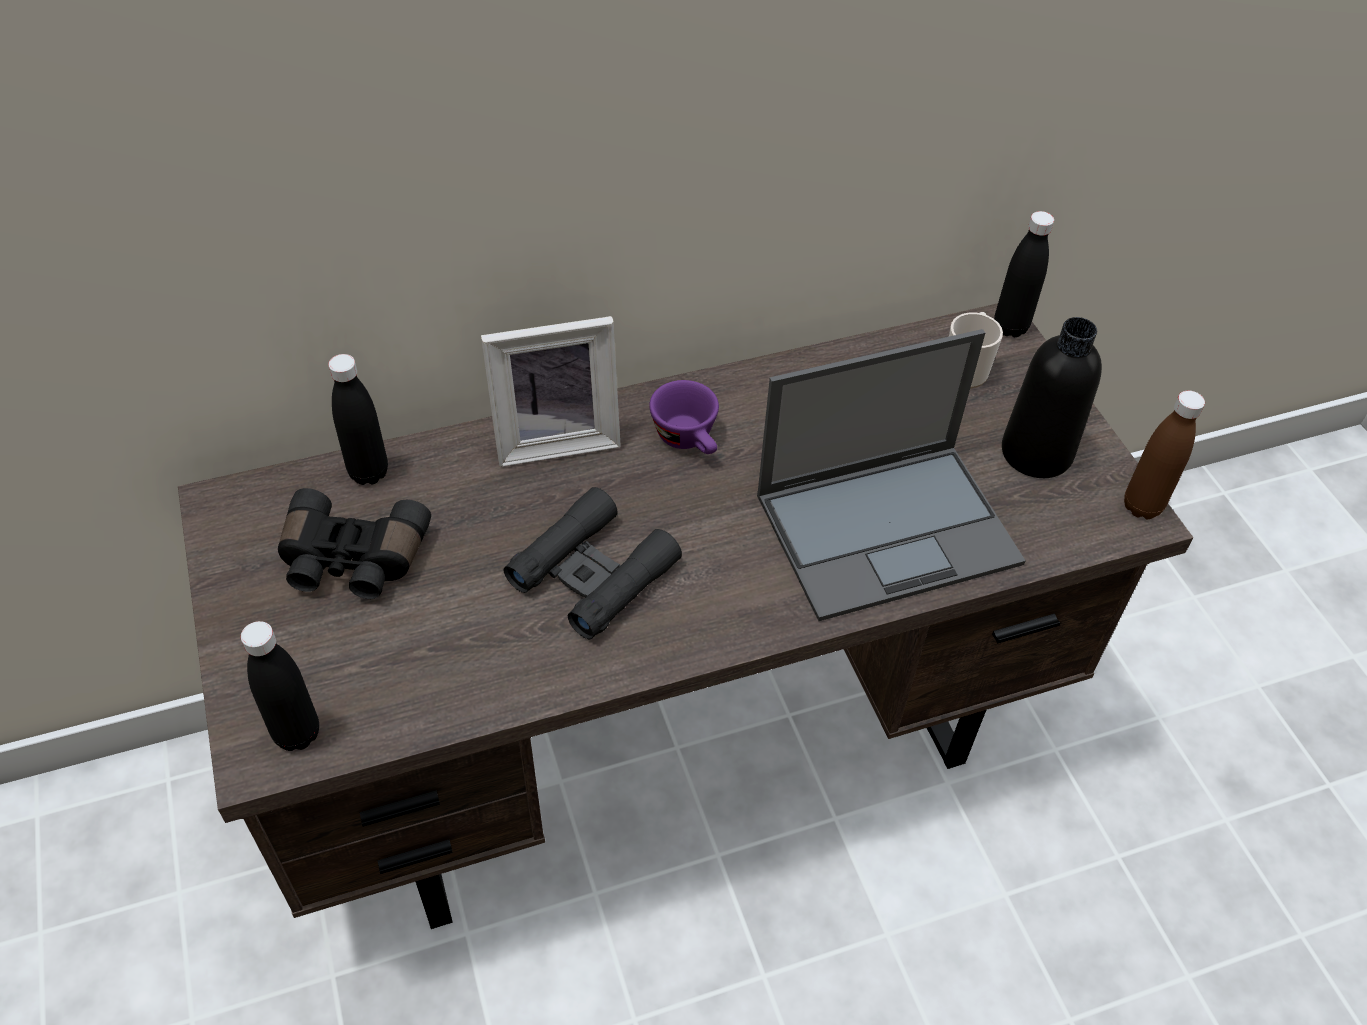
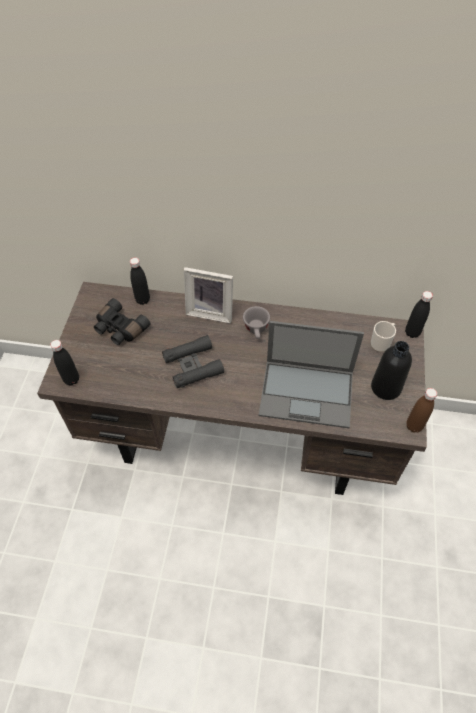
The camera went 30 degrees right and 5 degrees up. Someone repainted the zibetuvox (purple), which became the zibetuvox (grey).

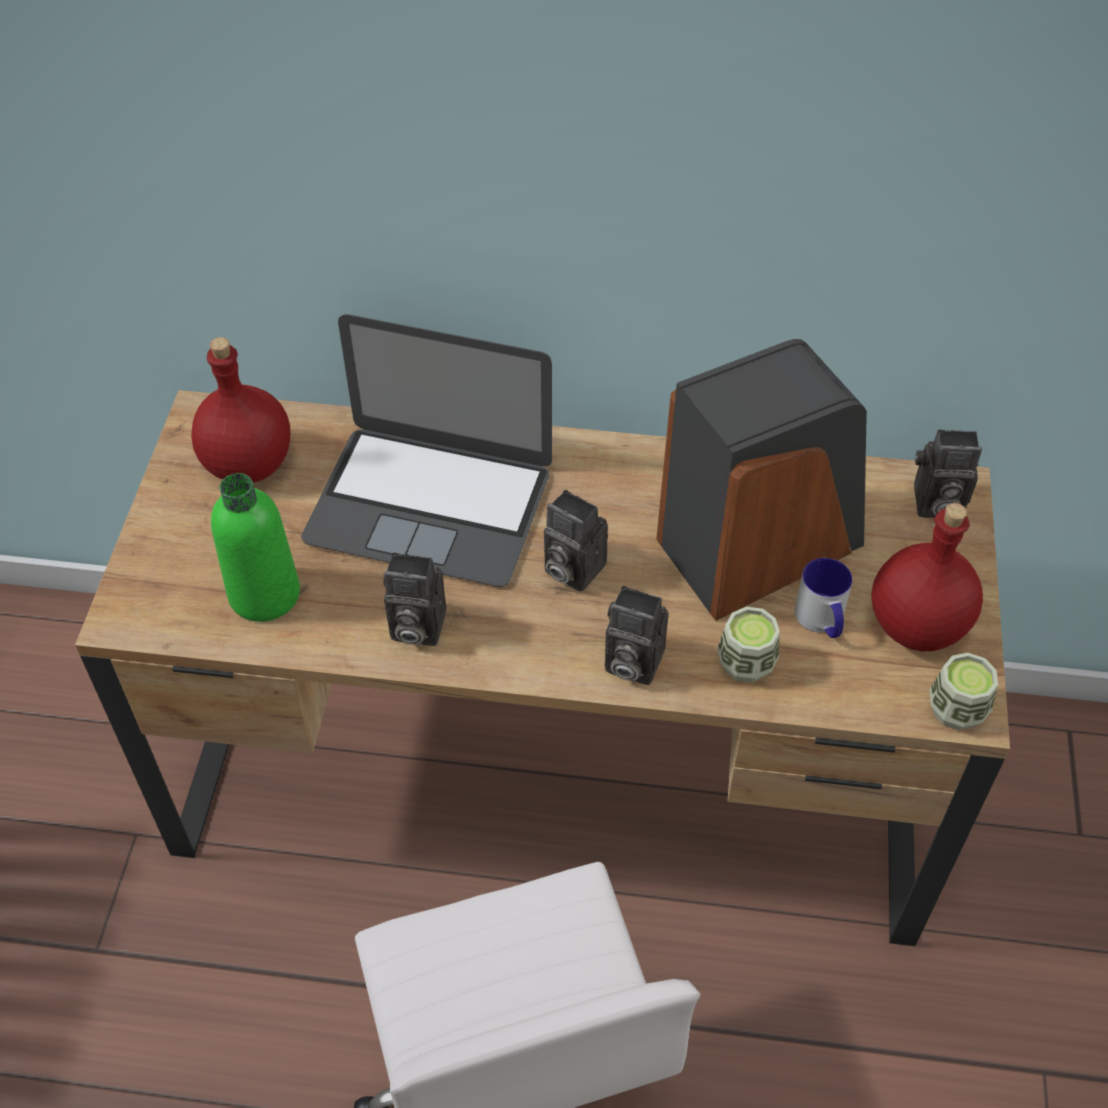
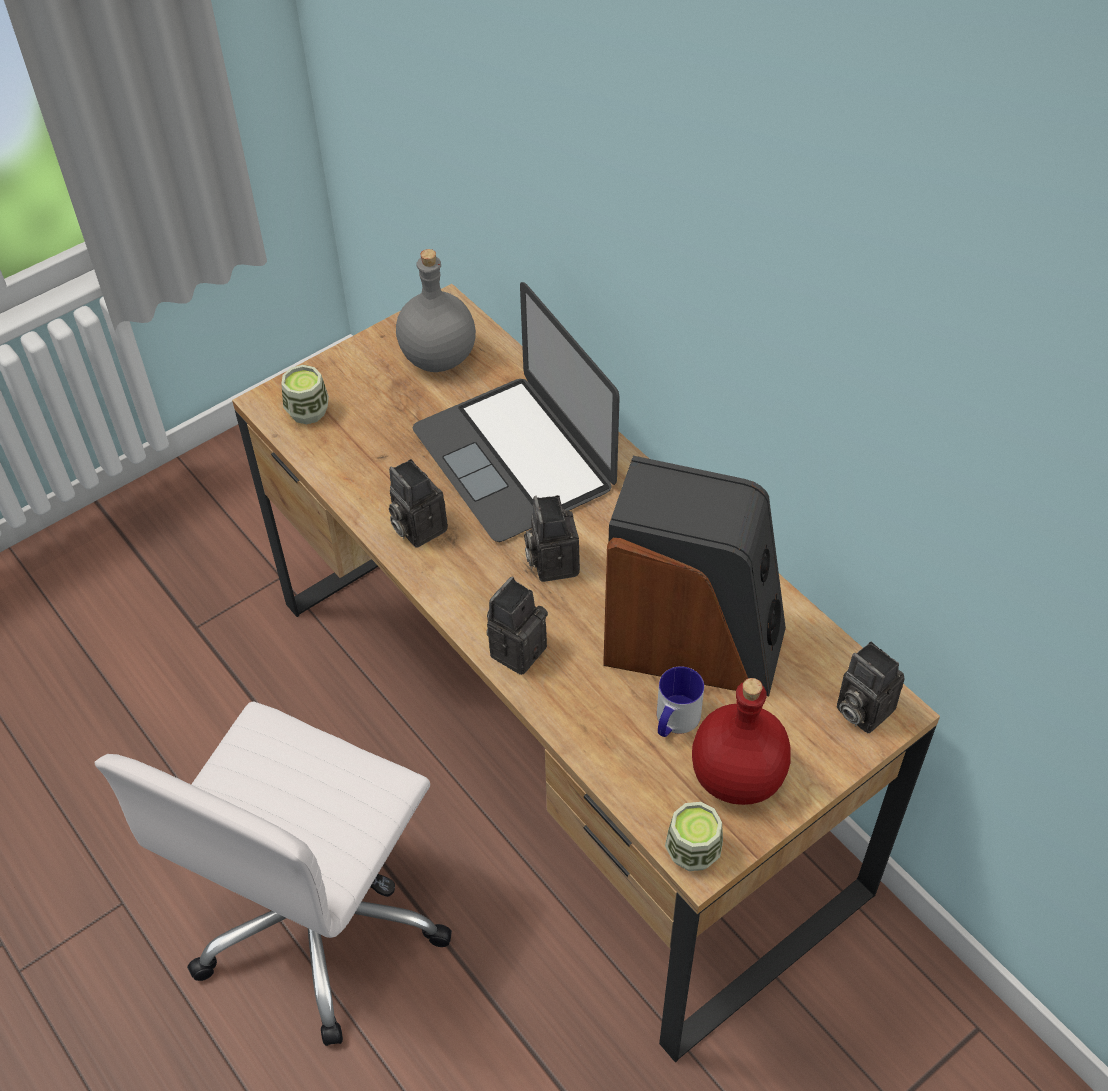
The camera went 45 degrees right and 0 degrees up. Someone took away the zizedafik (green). Someone carried the zibetuvox (1st from left). Someone repainted the zizedafik (red) (1st from left), which became the zizedafik (grey). Someone rotated the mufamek (3rd from left in the first image) by 60 degrees clockwise.

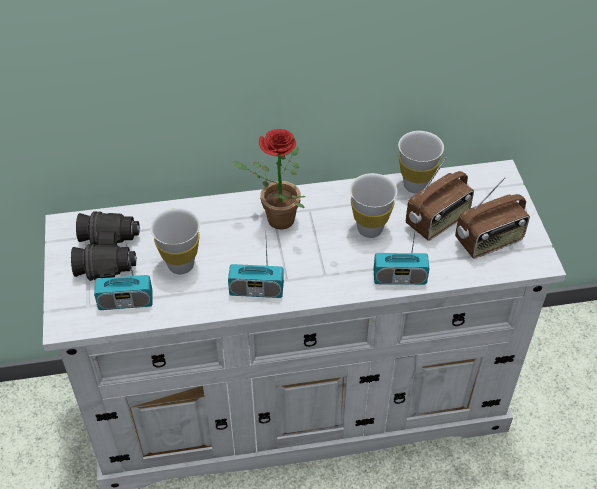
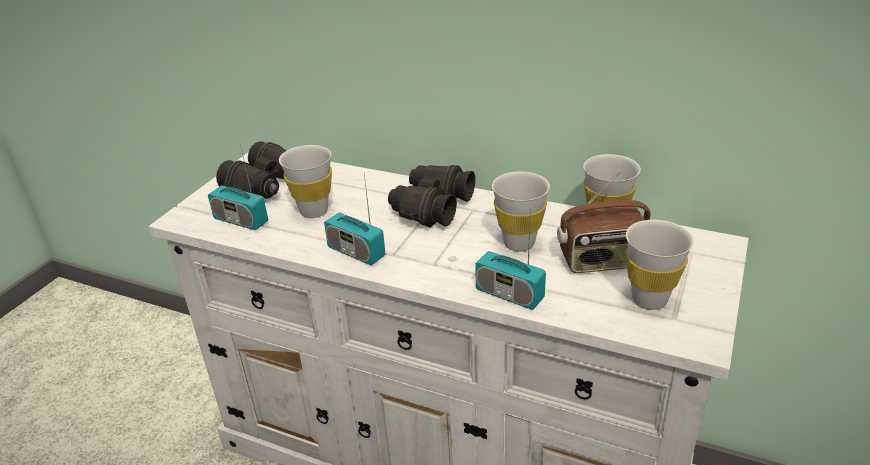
The camera went 35 degrees right and 15 degrees down. Someone swapped the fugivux for the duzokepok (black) (2nd from left). Someone swapped the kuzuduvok (5th from left) for the zibetuvox (white) (4th from left).

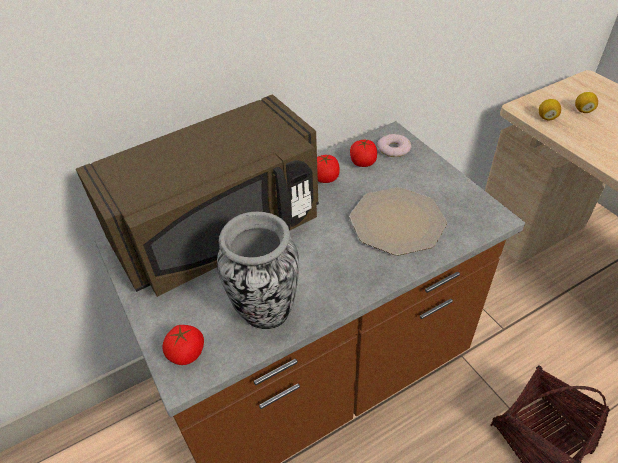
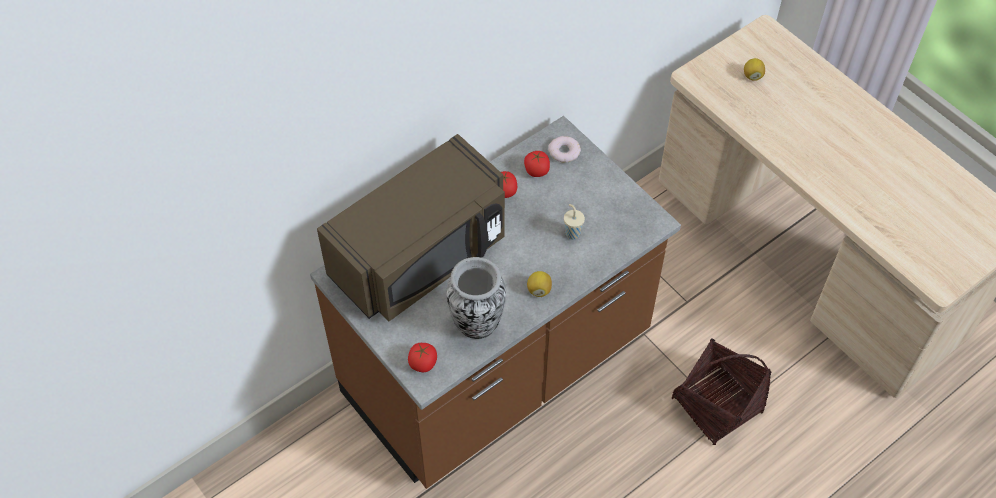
The camera went 10 degrees left and 10 degrees up. Someone carried the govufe (1st from left). Someone swapped the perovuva for the zibetuvox (beige).

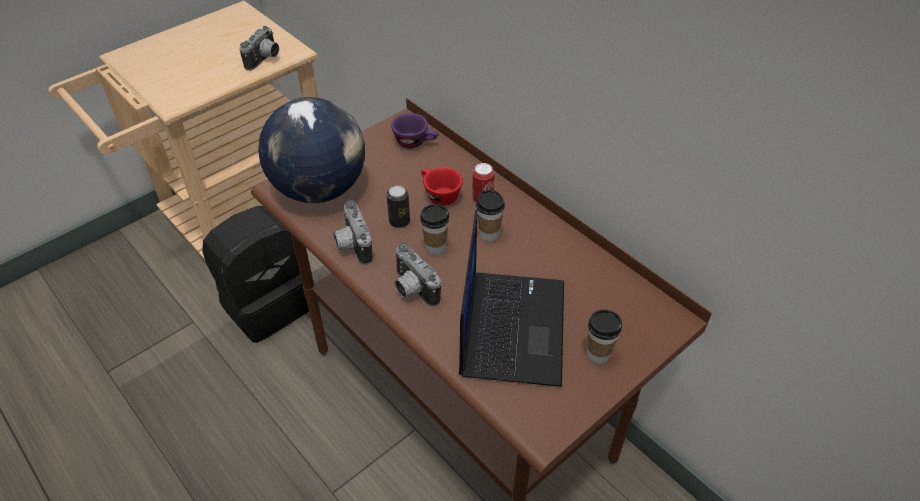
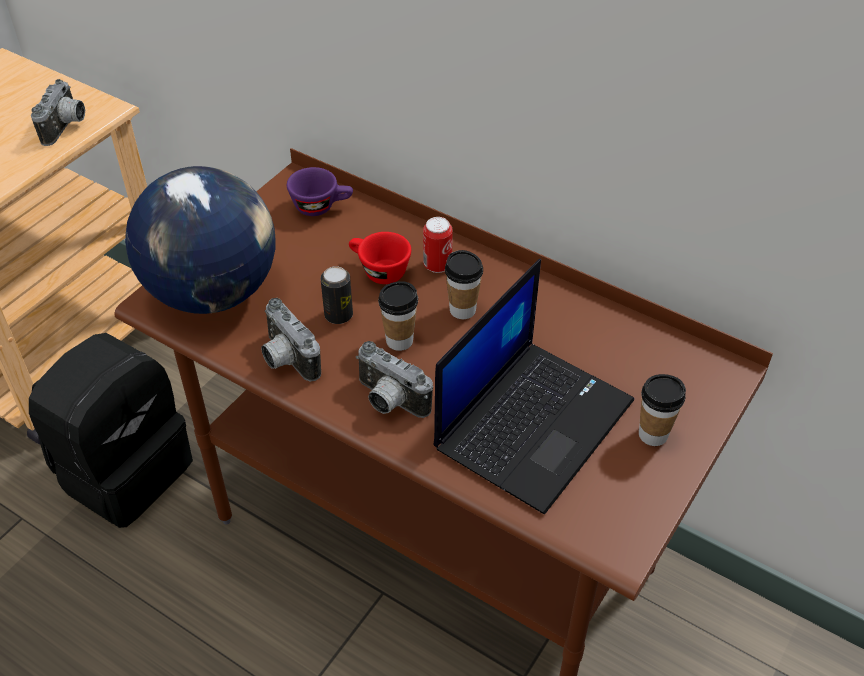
The camera went 15 degrees left and 0 degrees up. Someone rotated the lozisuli by 45 degrees clockwise.

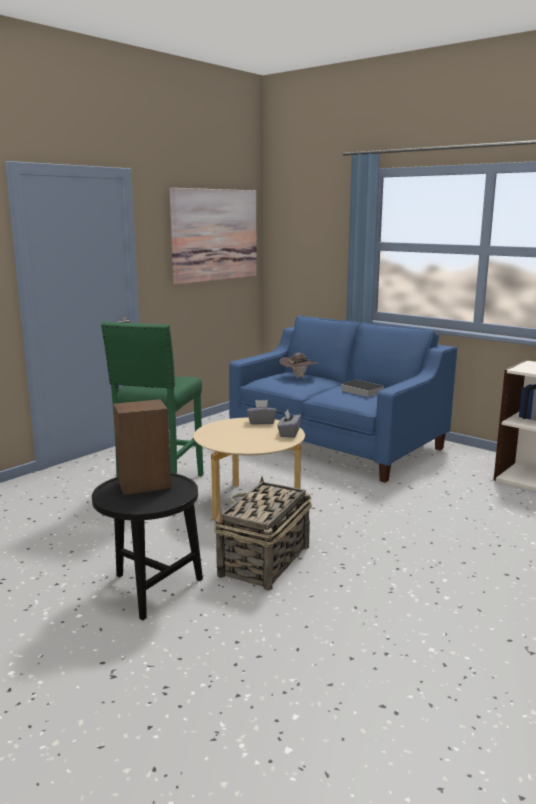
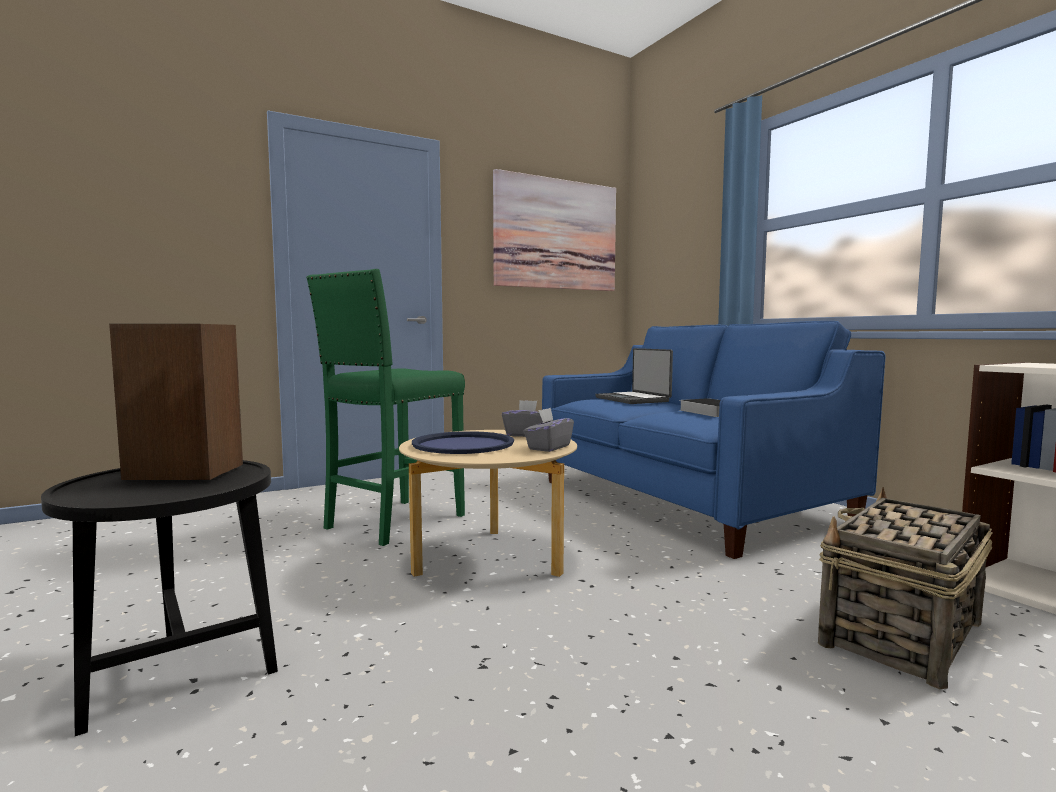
The camera went 20 degrees right and 10 degrees down. Someone put down the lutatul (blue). Someone carried the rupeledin. Someone swapped the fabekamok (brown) for the lozisuli.

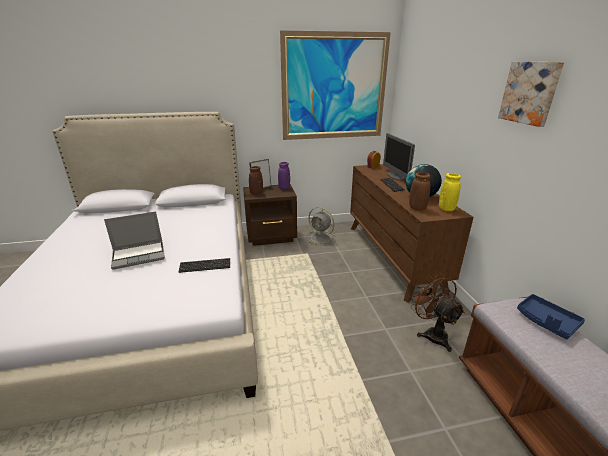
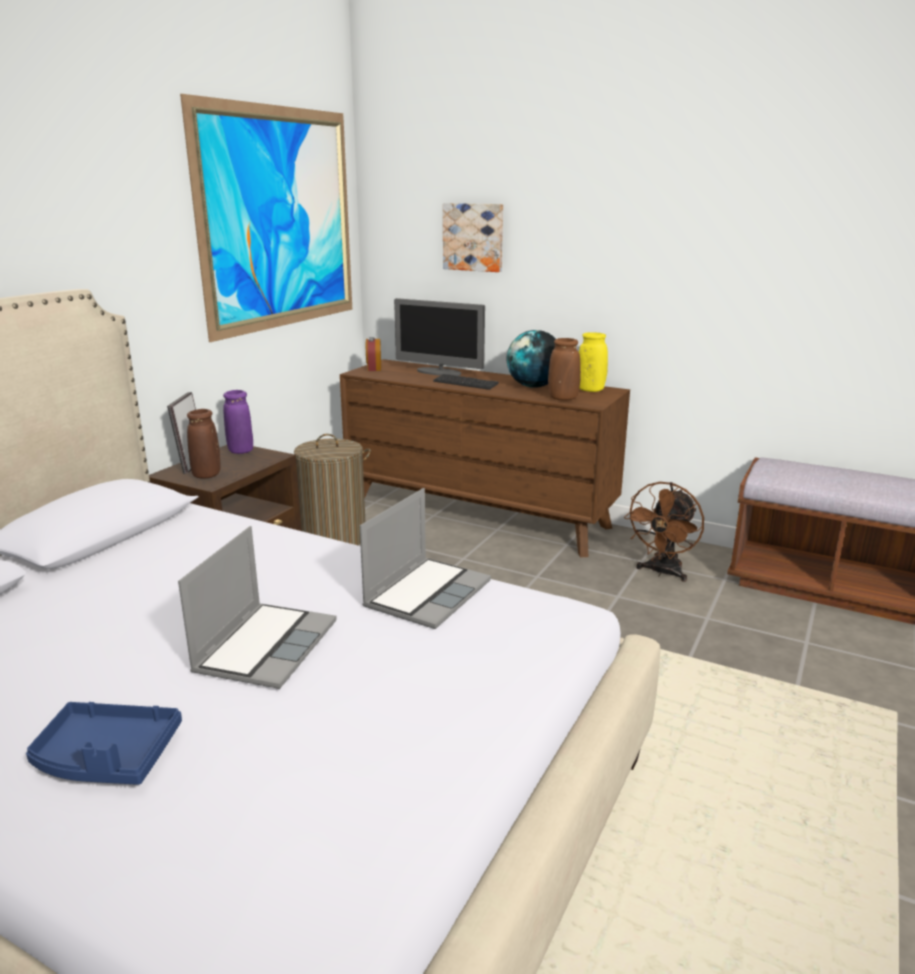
The camera went 50 degrees left and 5 degrees down. Someone carried the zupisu (2nd from left). Someone carried the lutatul (blue). Someone swapped the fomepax (1st from left) for the lozisuli (2nd from left). Someone swapped the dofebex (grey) for the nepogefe. Someone rotated the dofebex (brown) by 75 degrees counterclockwise.

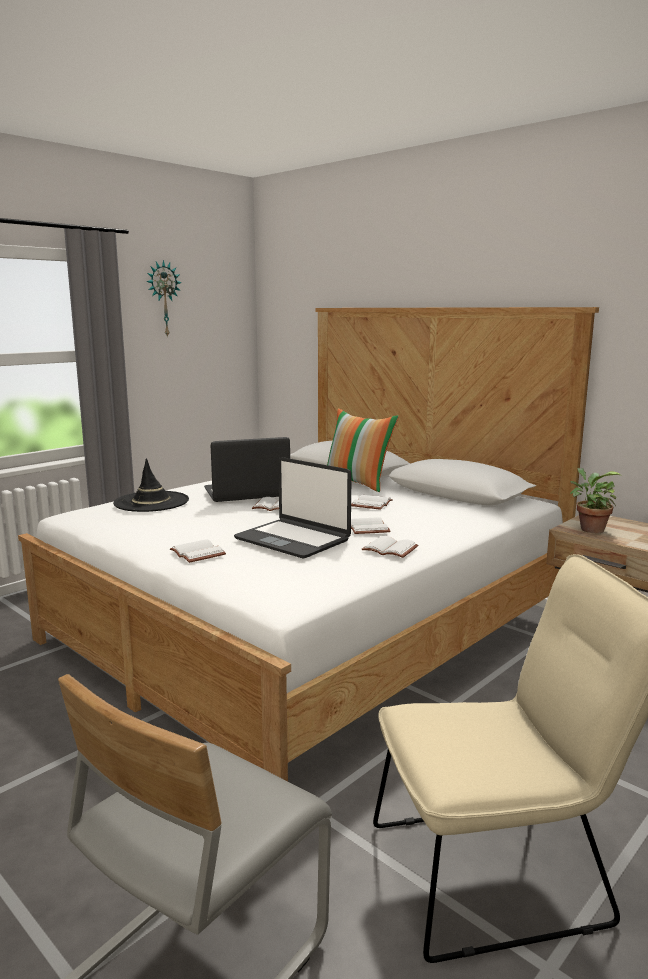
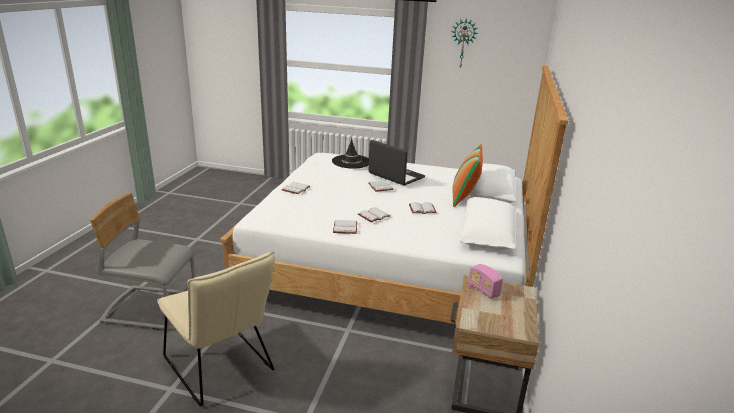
The camera went 60 degrees right and 10 degrees up. Someone took away the lozisuli (2nd from left). Someone swapped the fugivux for the kuzuduvok.

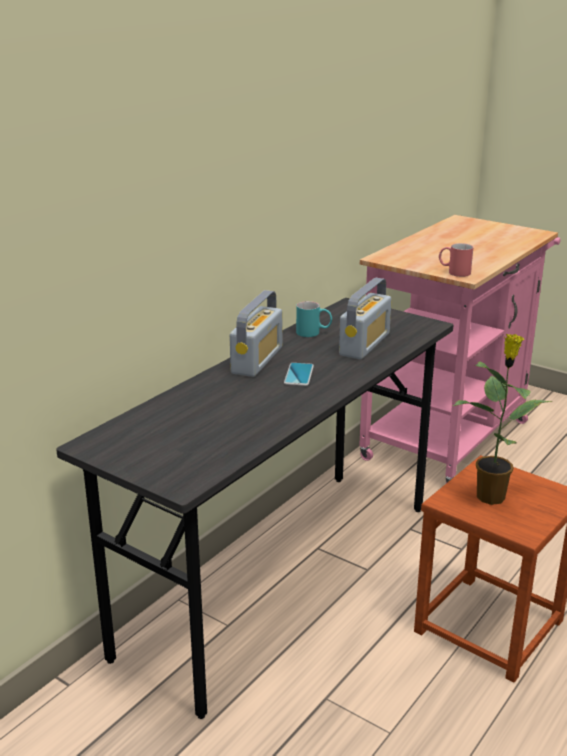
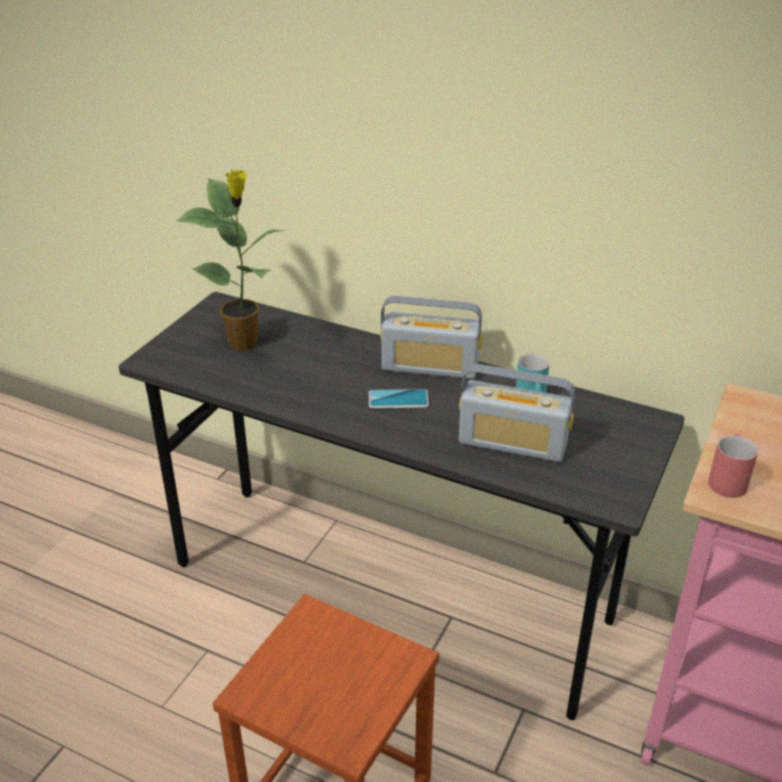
The camera went 80 degrees right and 10 degrees up. Someone carried the fugivux.

